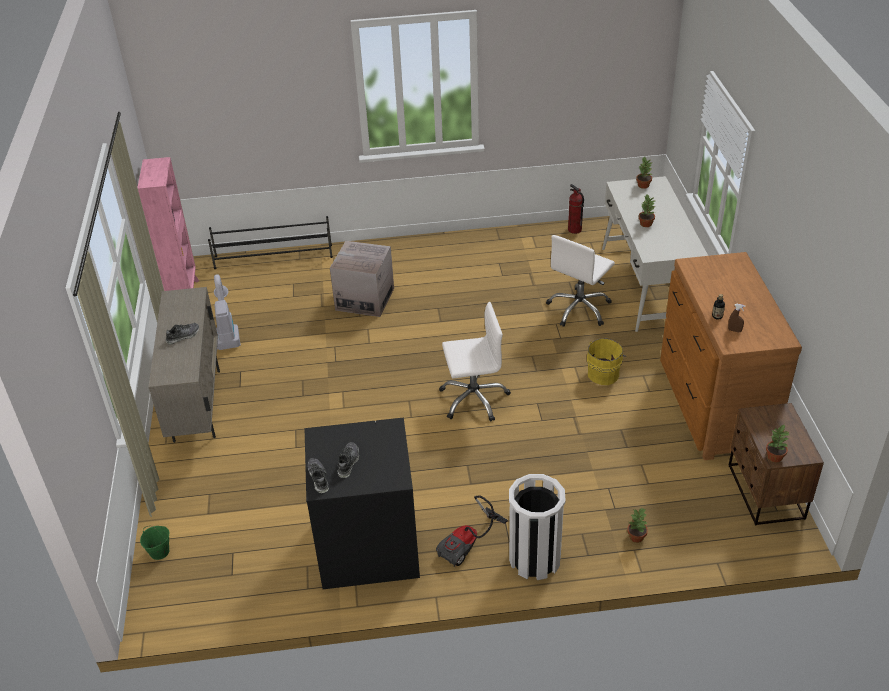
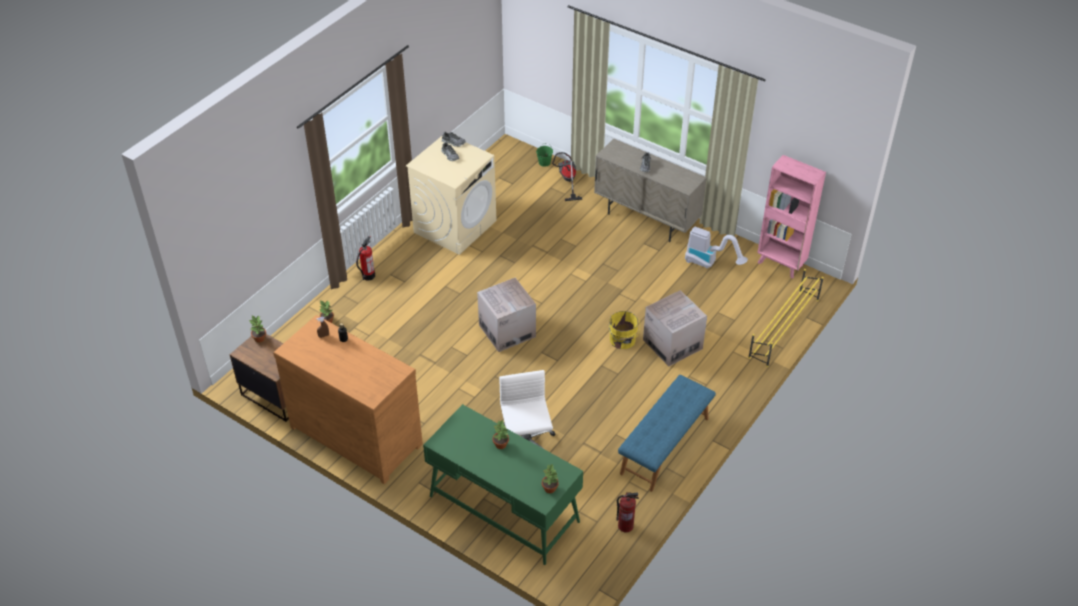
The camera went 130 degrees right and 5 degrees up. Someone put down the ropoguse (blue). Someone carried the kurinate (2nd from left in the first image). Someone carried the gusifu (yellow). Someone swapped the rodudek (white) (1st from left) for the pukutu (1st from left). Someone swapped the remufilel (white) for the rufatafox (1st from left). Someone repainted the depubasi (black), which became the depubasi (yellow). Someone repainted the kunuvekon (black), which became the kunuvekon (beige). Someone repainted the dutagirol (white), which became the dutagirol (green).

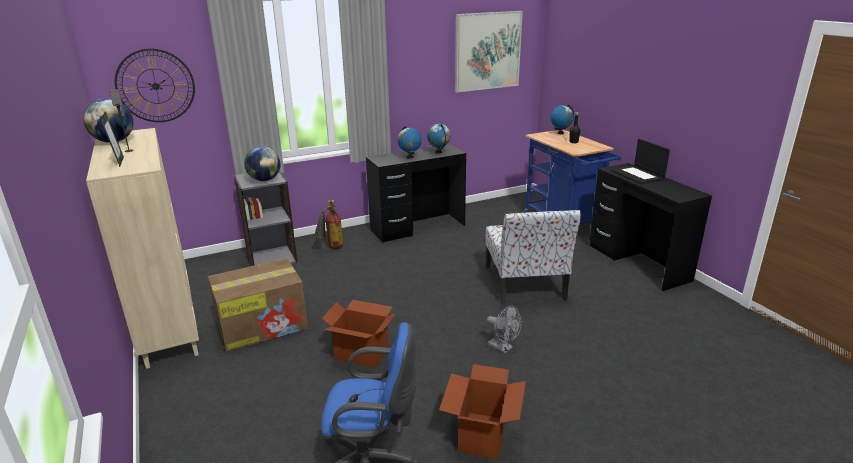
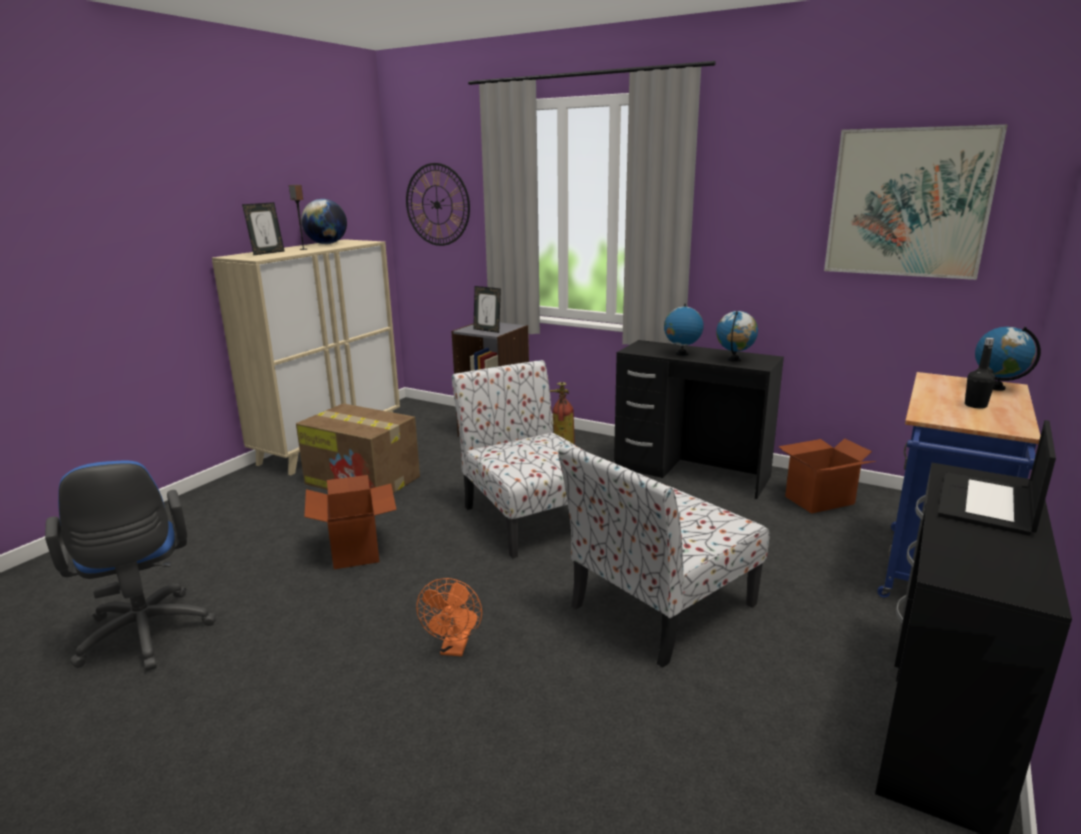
The camera went 55 degrees right and 5 degrees down. Someone put down the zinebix (1st from left). Someone carried the pukutu (3rd from left). Someone swapped the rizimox (2nd from left) for the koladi (2nd from left). Someone repainted the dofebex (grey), which became the dofebex (orange).

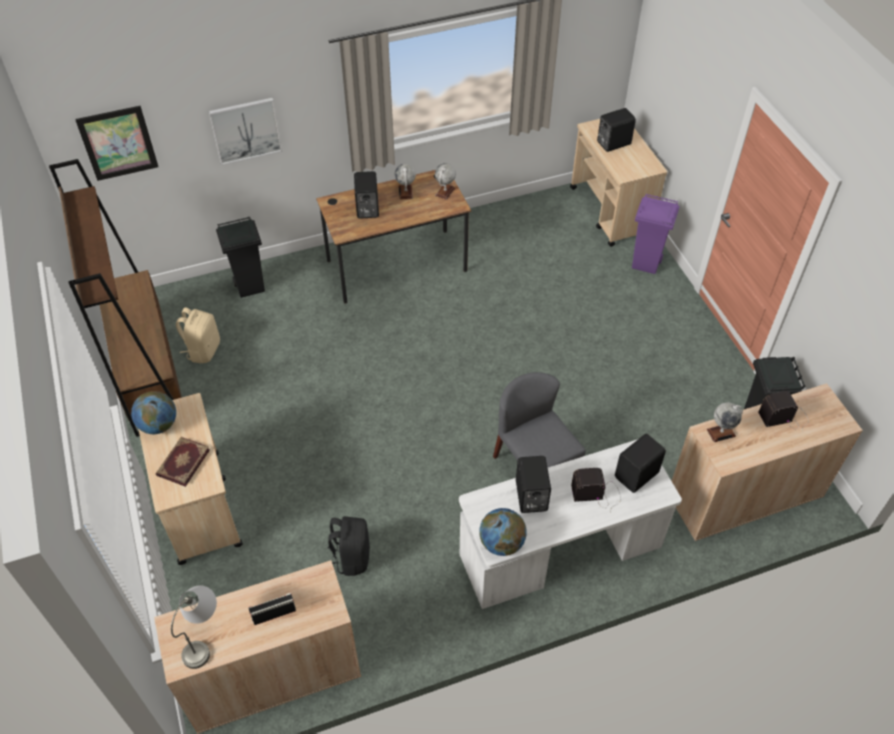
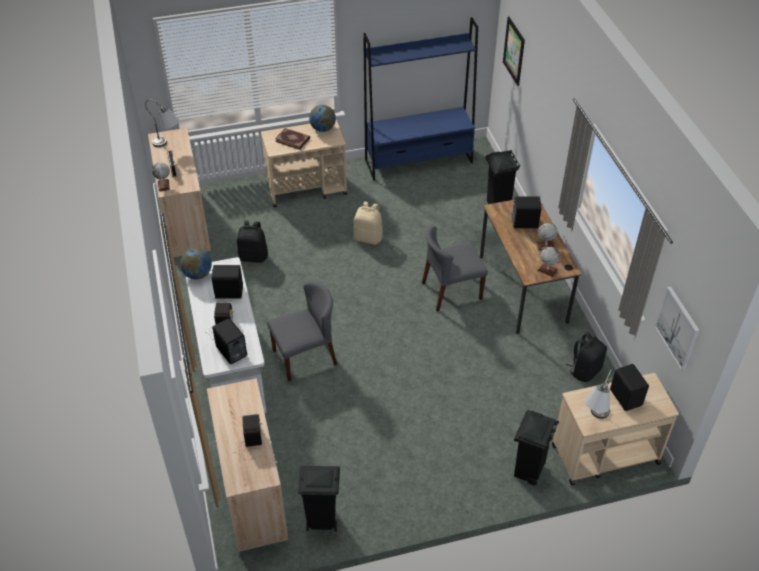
The camera went 95 degrees right and 5 degrees down. Someone put down the zinebix (grey) (2nd from left). Someone put down the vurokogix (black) (2nd from left). Someone put down the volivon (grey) (2nd from left). Someone carried the vurokogix (beige). Someone carried the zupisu (2nd from left). Someone carried the rizimox (5th from left in the first image). Someone repainted the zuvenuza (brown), which became the zuvenuza (blue). Someone repainted the remufilel (purple), which became the remufilel (black) (3rd from left).

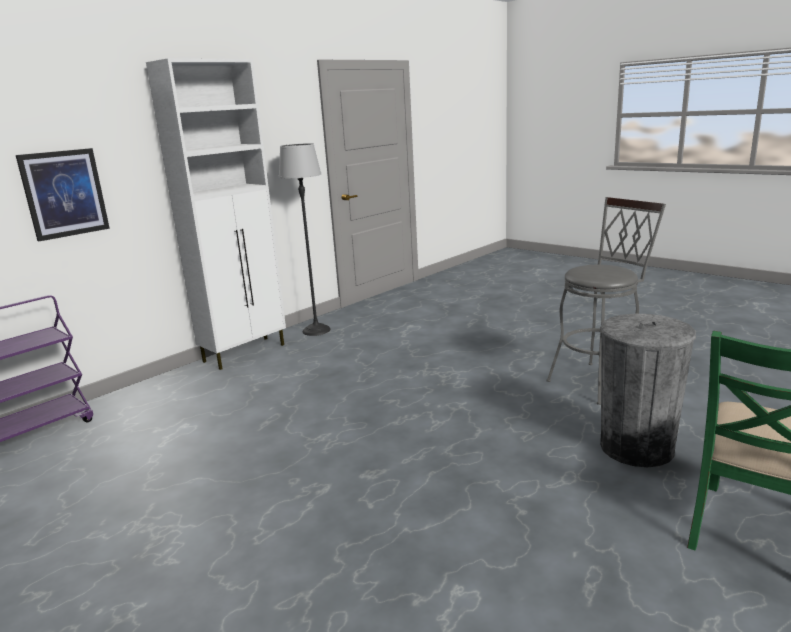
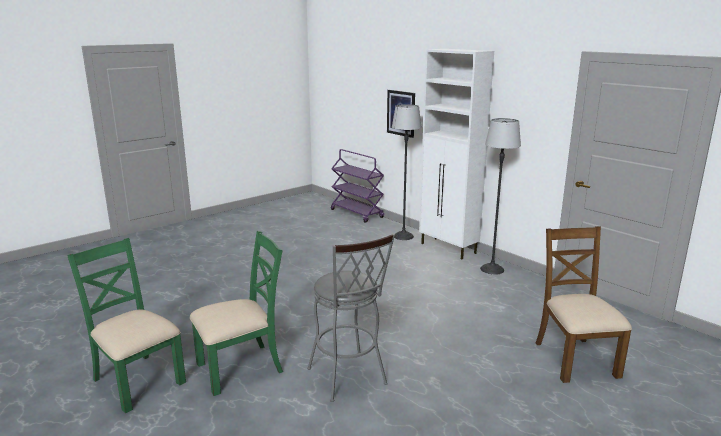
The camera went 95 degrees right and 0 degrees up. Someone put down the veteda (1st from left). Someone put down the zinebix (brown). Someone swapped the remufilel (grey) for the zinebix (green) (2nd from left).

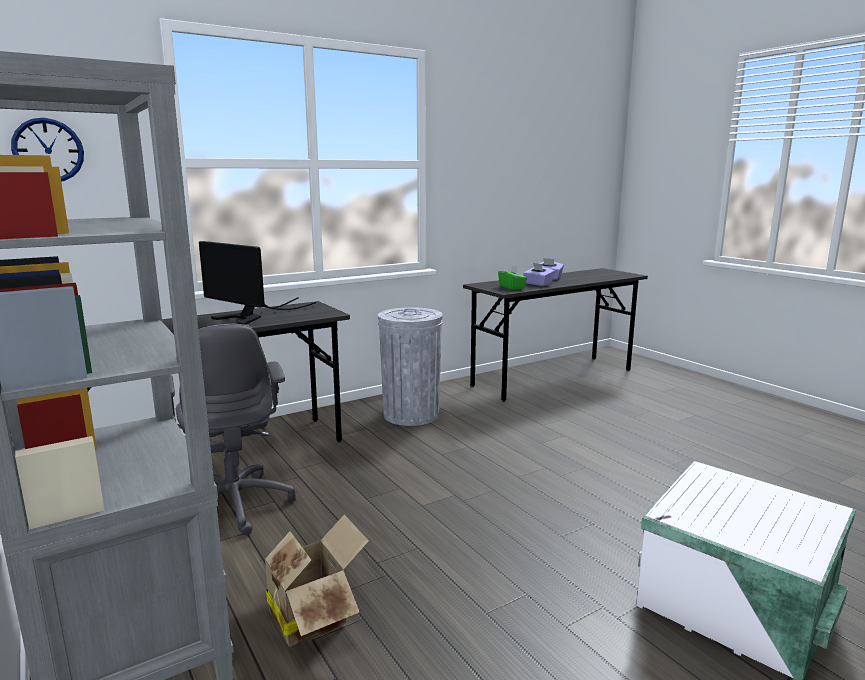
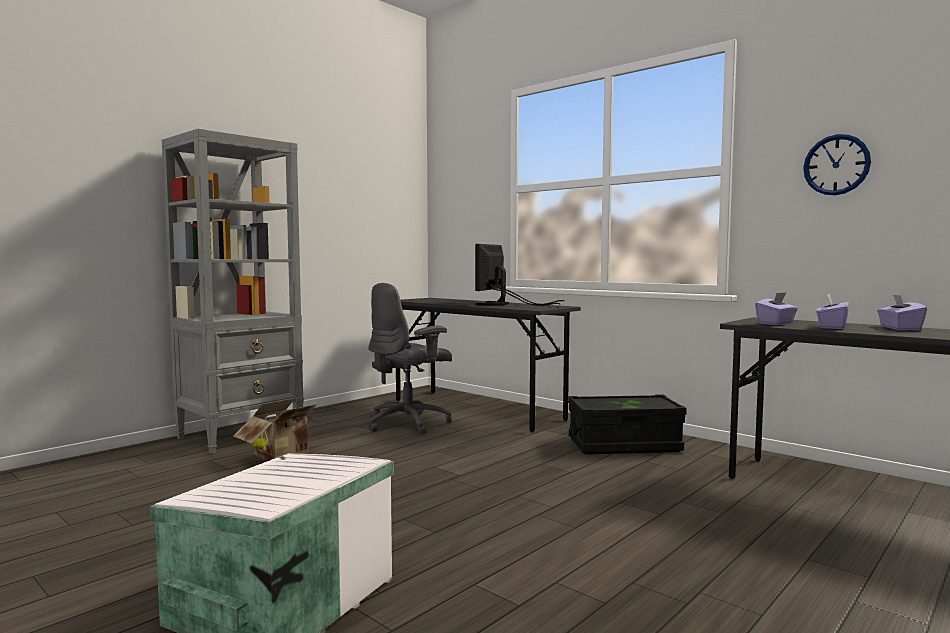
The camera went 75 degrees right and 10 degrees down. Someone carried the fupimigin. Someone swapped the remufilel (grey) for the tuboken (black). Someone repainted the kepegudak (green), which became the kepegudak (purple) (1st from left).

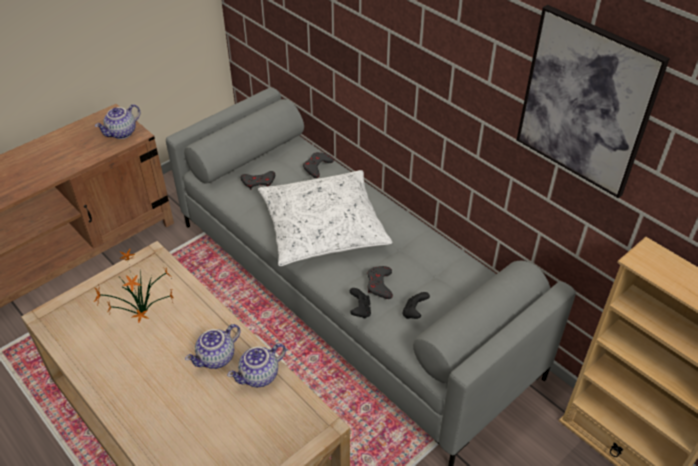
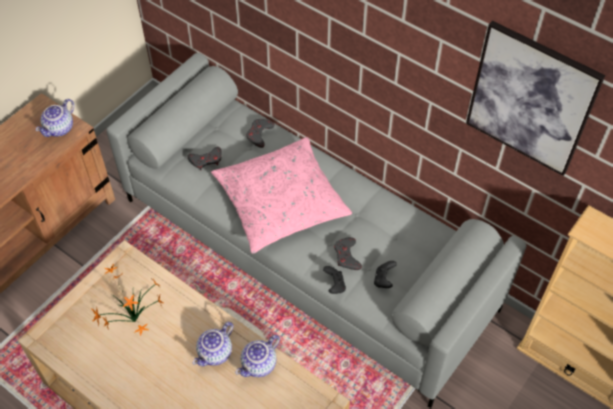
The camera went 10 degrees left and 10 degrees up. Someone repainted the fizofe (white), which became the fizofe (pink).

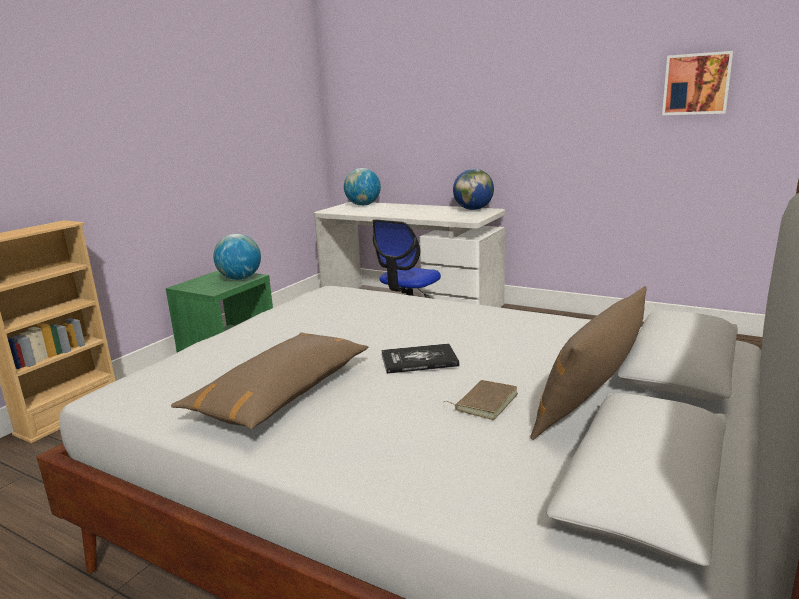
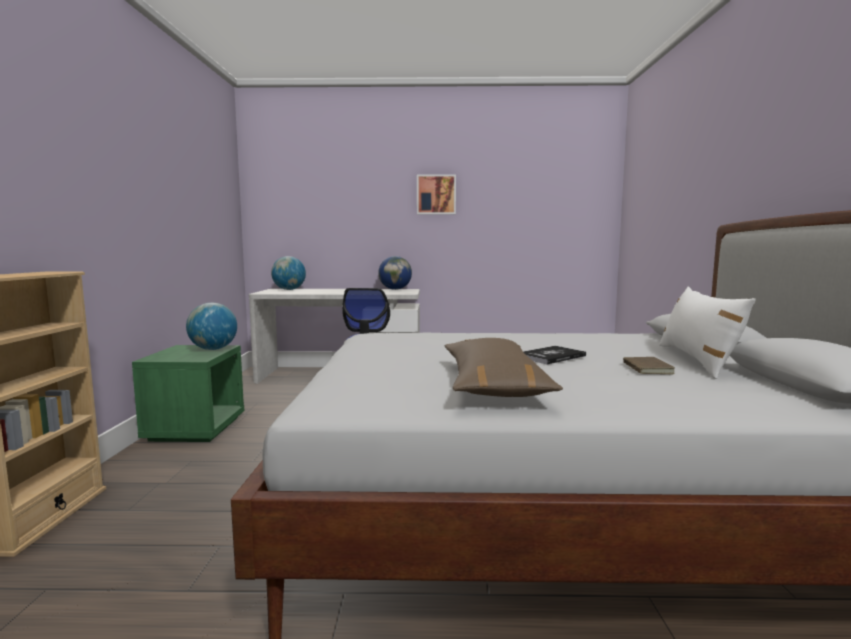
The camera went 30 degrees left and 10 degrees down. Someone carried the zupisu. Someone repainted the fizofe (brown) (2nd from left), which became the fizofe (white).

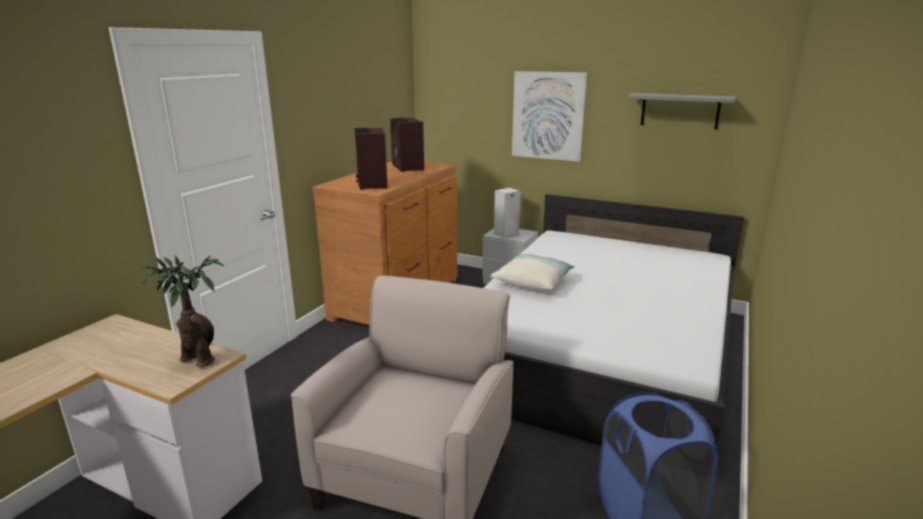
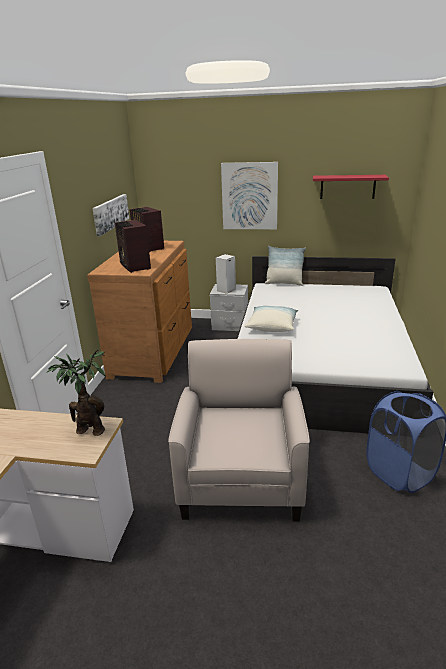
The camera went 15 degrees left and 5 degrees up. Someone put up the zupisu (1st from left). Someone put down the fizofe (2nd from left). Someone repainted the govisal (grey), which became the govisal (red).

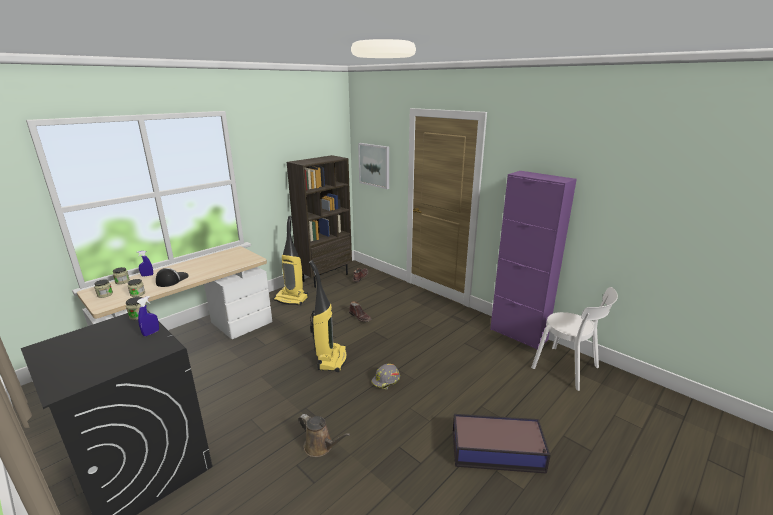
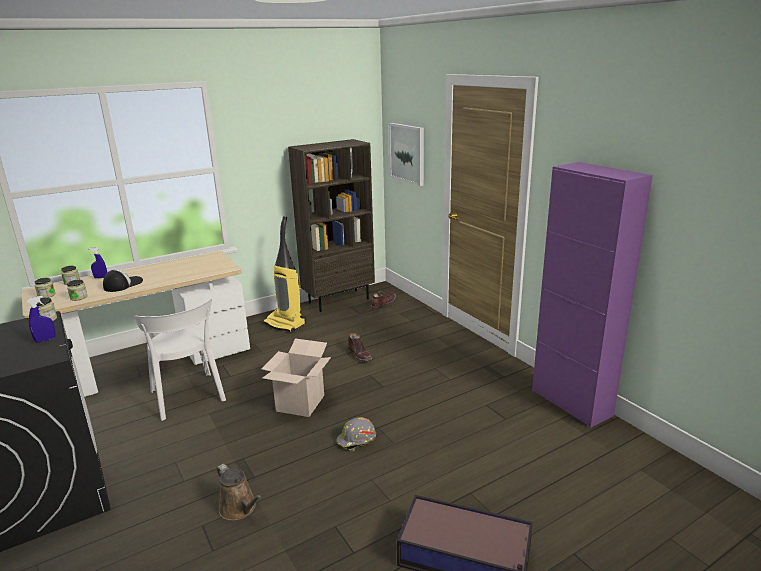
The camera went 15 degrees right and 0 degrees up. Someone carried the zinebix (white). Someone swapped the kurinate (2nd from left) for the pukutu.

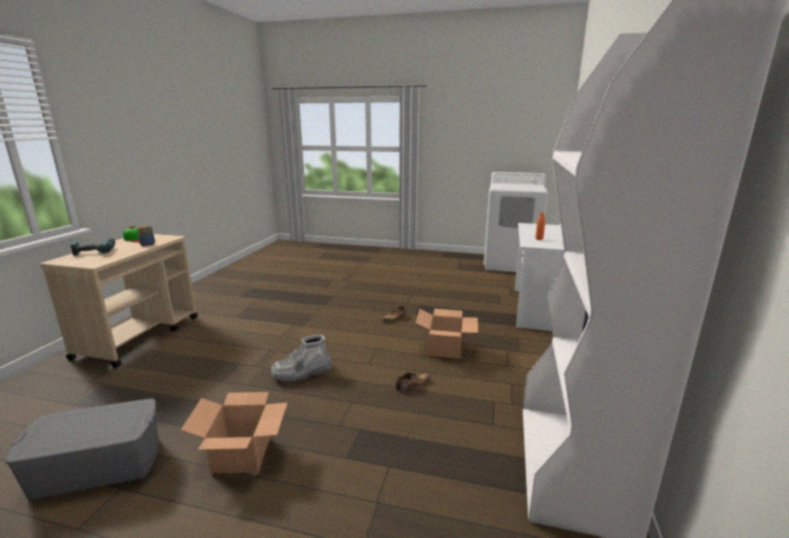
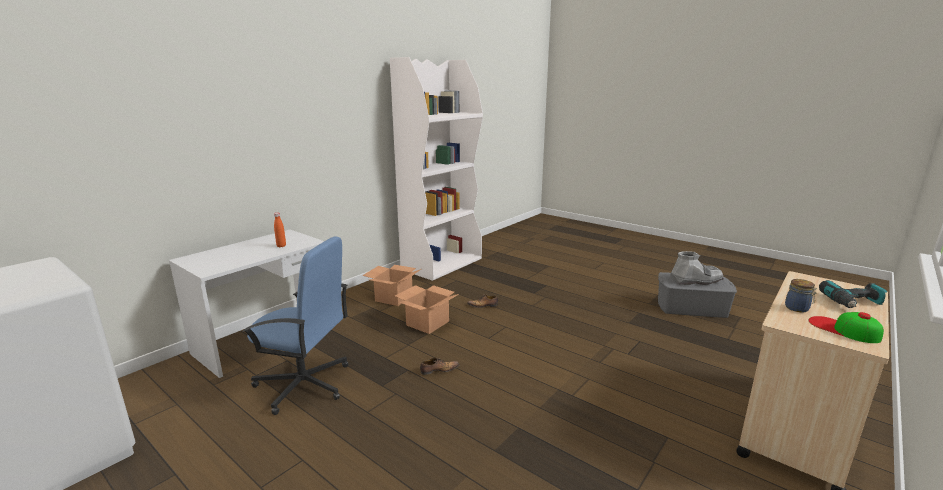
The camera went 155 degrees left and 0 degrees up. Someone put down the rodudek (blue). Someone carried the pukutu (1st from left). Someone carried the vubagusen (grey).

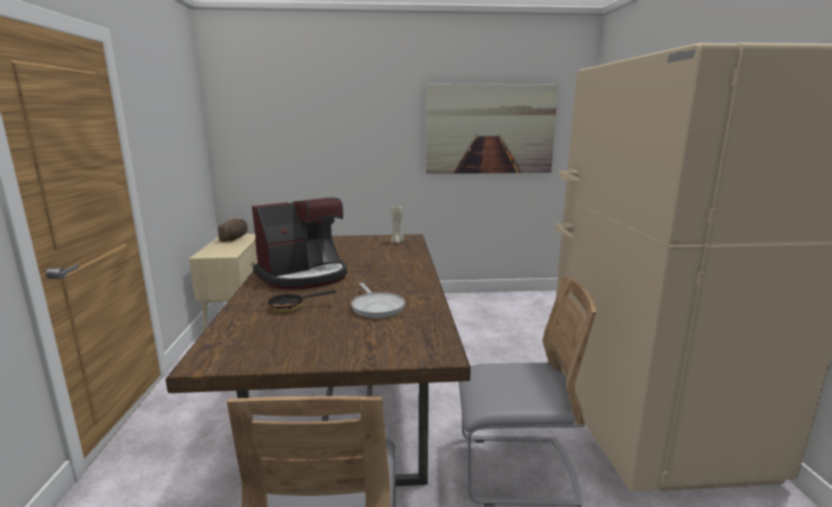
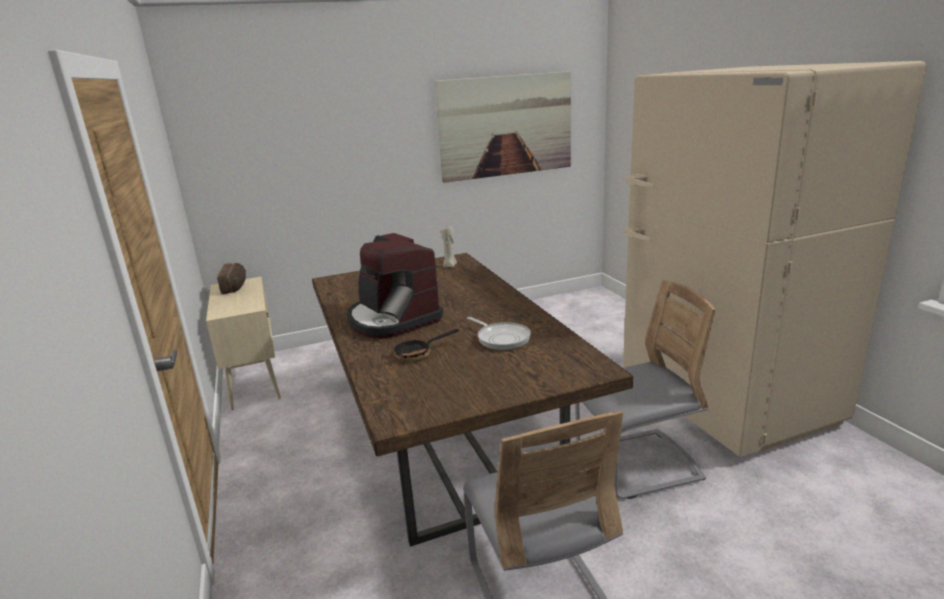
The camera went 15 degrees left and 5 degrees up. Someone rotated the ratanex by 105 degrees clockwise.

